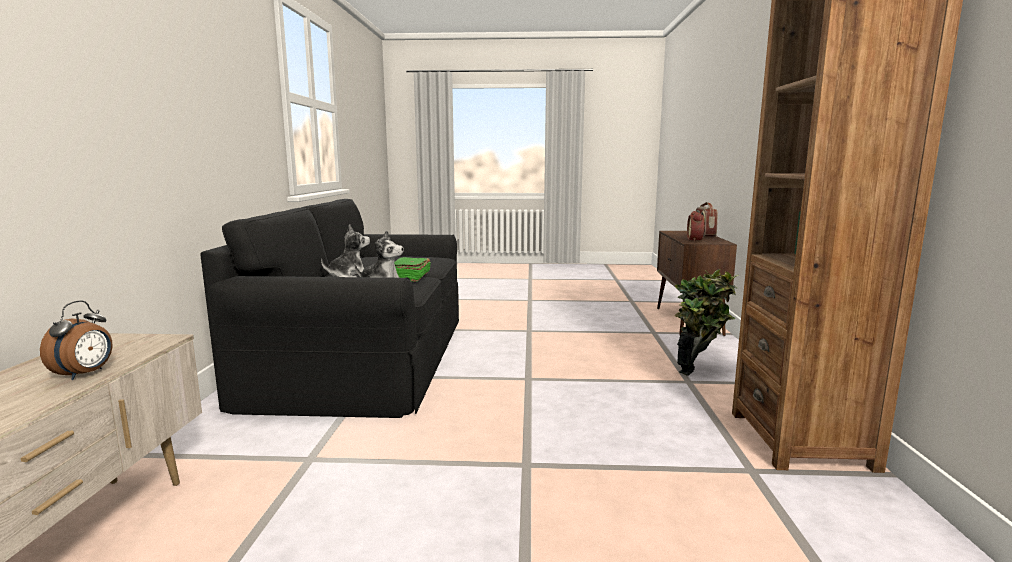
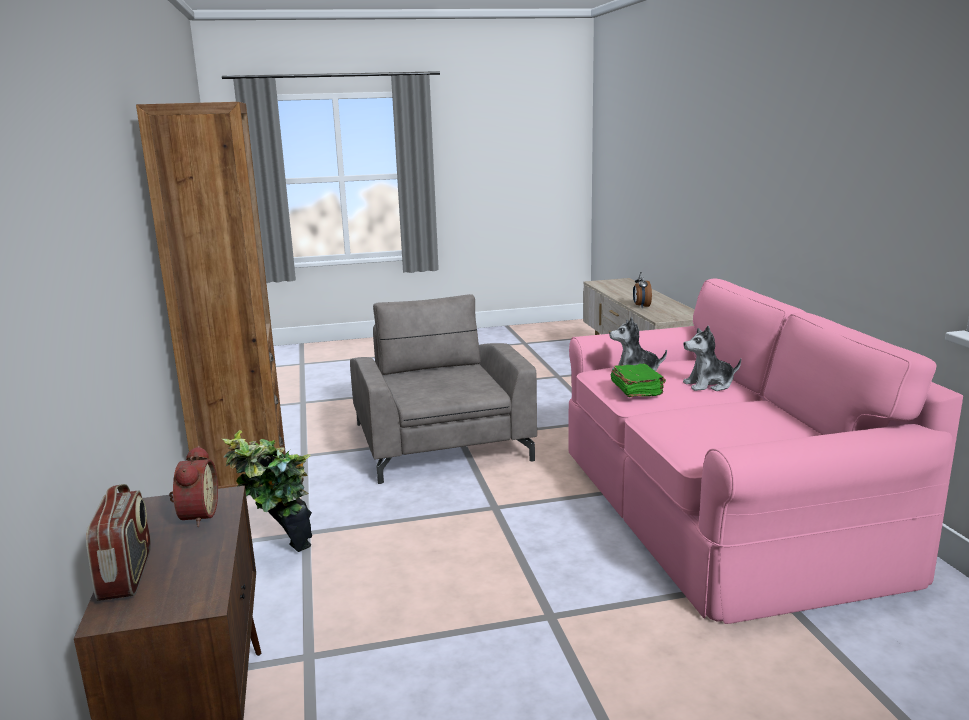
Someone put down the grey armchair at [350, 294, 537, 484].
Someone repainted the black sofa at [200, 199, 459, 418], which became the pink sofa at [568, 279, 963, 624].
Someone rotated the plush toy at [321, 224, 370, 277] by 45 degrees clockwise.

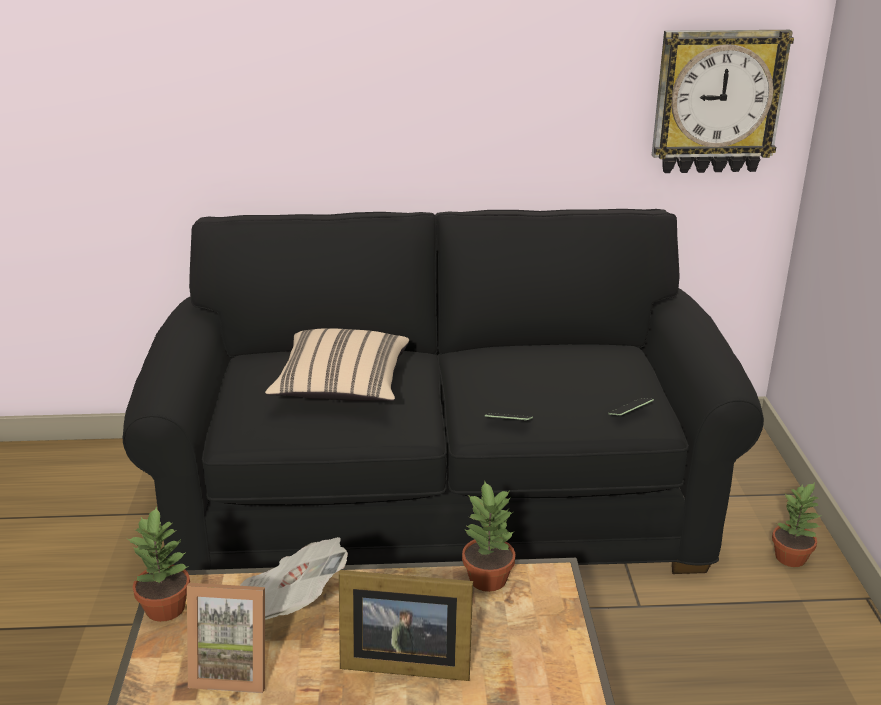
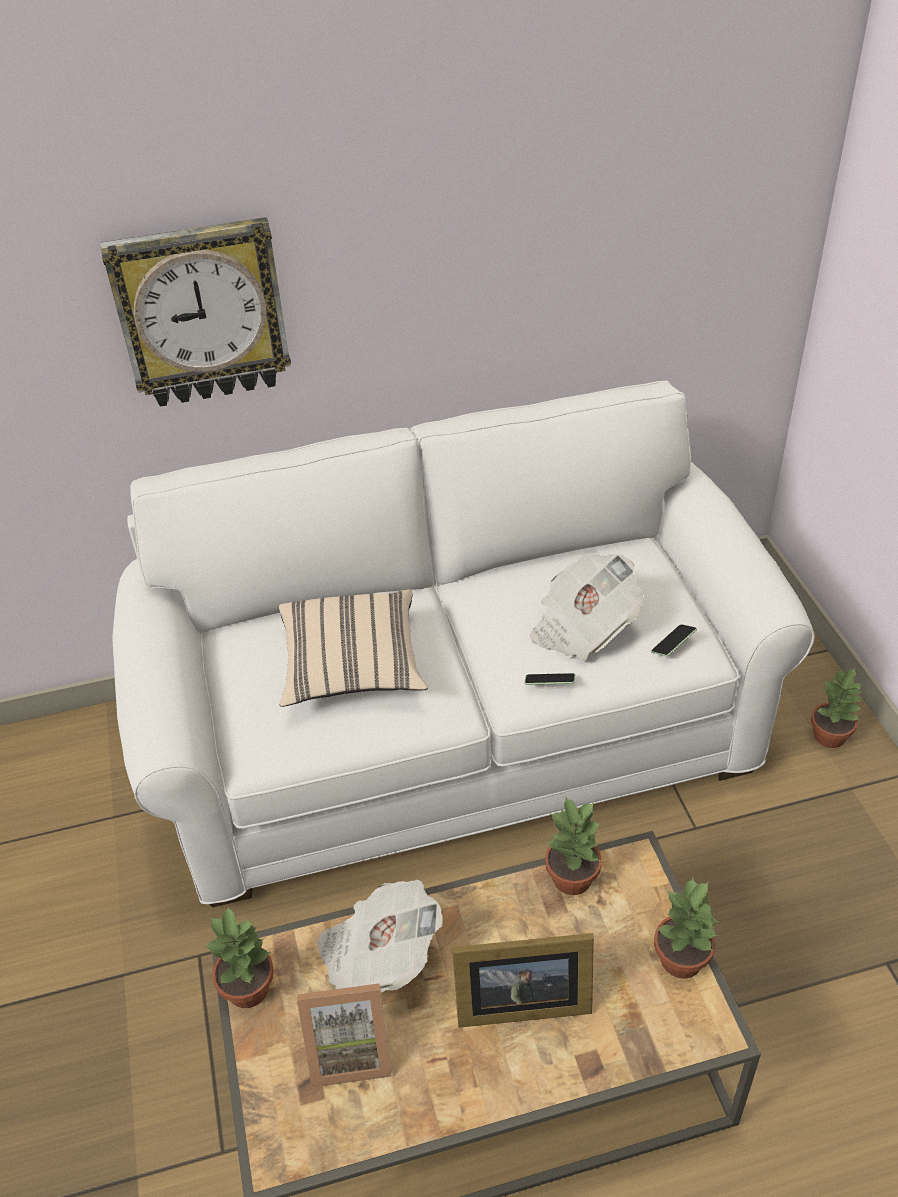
Someone carried the wall clock from [652, 30, 794, 173] to [100, 217, 291, 407].
Someone repainted the black sofa at [123, 209, 764, 574], which became the white sofa at [112, 381, 815, 907].
Someone put down the newspaper at [530, 553, 643, 661].
Someone put down the potted plant at [654, 877, 719, 979].

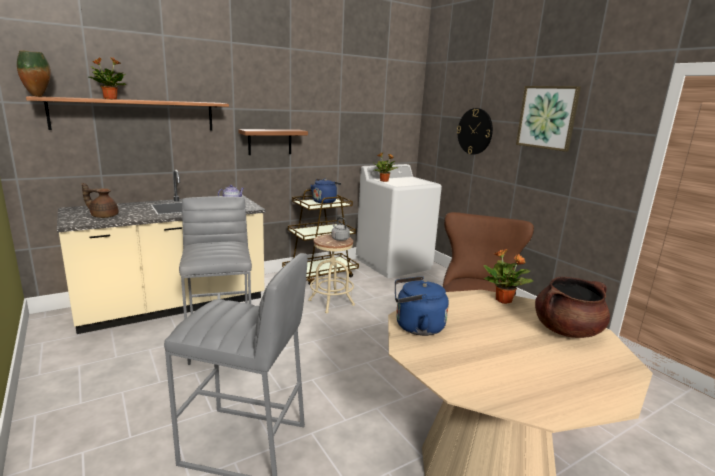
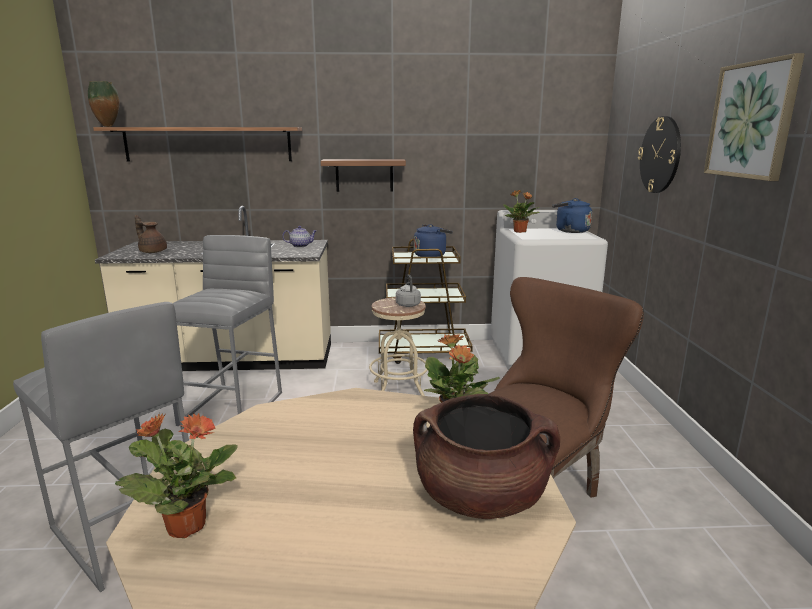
Someone carried the potted plant from [89, 57, 126, 99] to [115, 413, 238, 538].
Someone carried the blue kettle from [395, 276, 449, 336] to [552, 198, 592, 233].

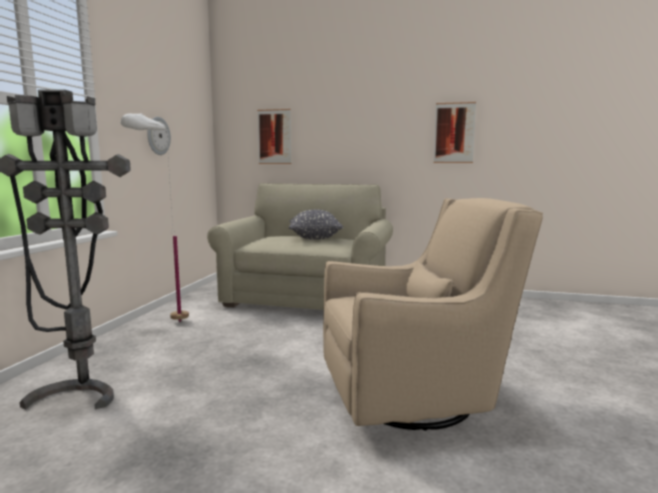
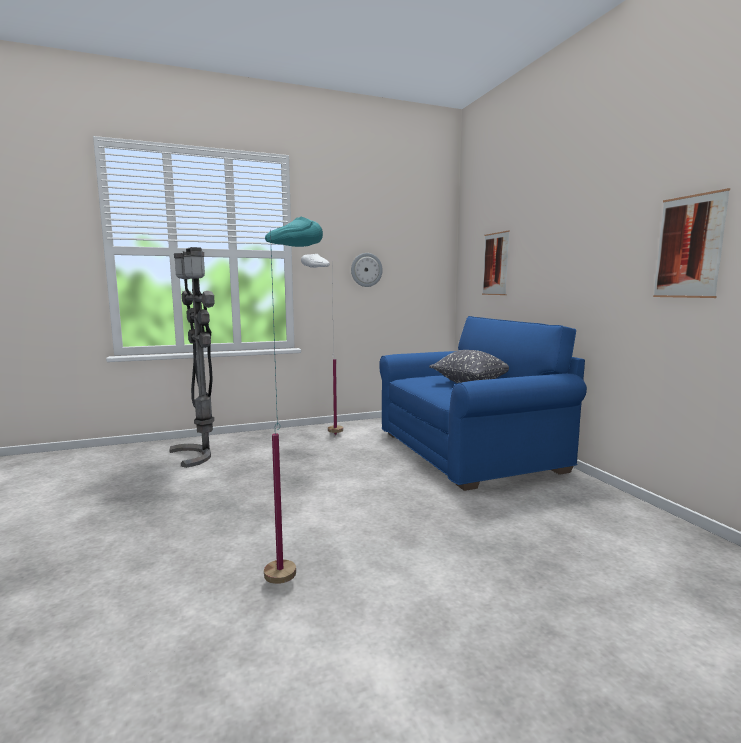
Someone swapped the beige armchair at [323, 198, 543, 431] for the turquoise floor lamp at [264, 217, 323, 584].
Someone repainted the beige sofa at [207, 183, 393, 310], which became the blue sofa at [379, 316, 587, 491].

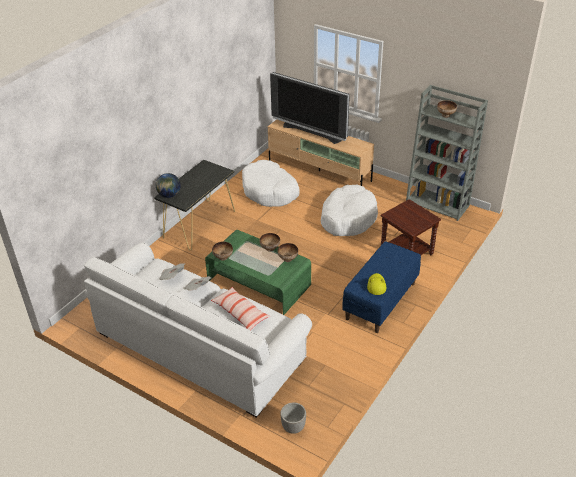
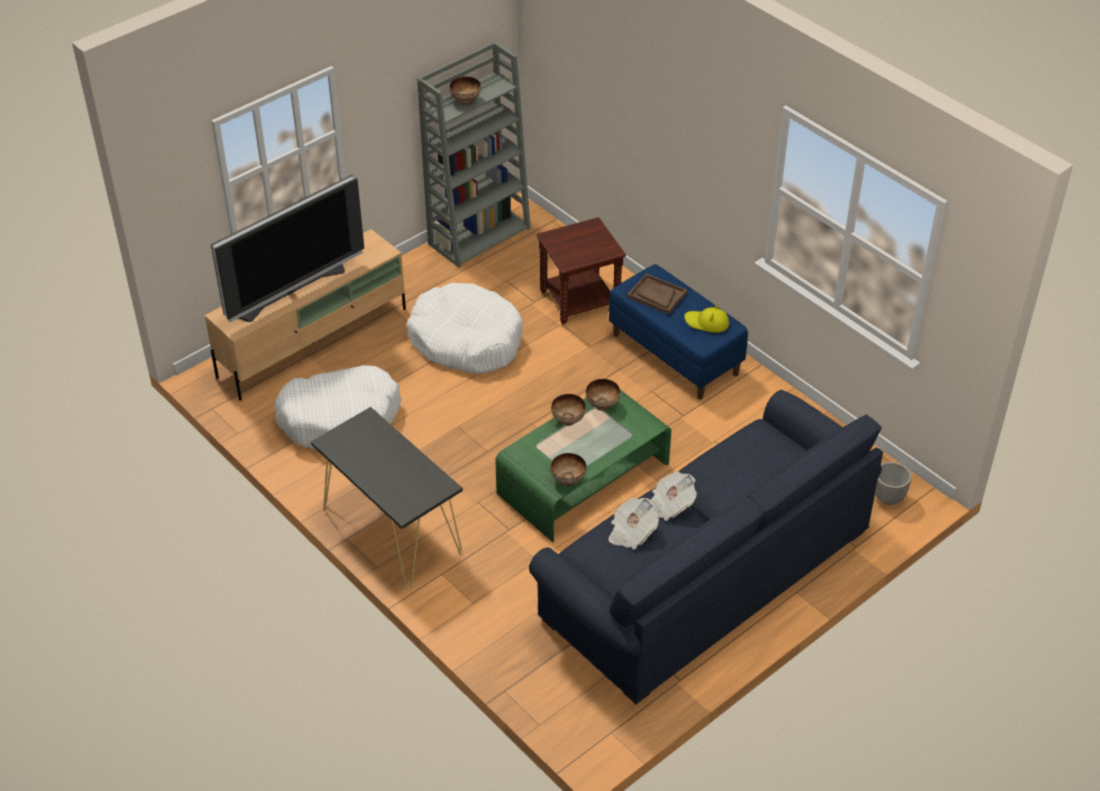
Someone repainted the white sofa at [84, 242, 312, 418], which became the blue sofa at [529, 390, 883, 704].
Someone put down the brown tray at [627, 274, 687, 314].
Someone took away the globe at [156, 173, 181, 198].
Someone took away the pillow at [211, 287, 270, 330].

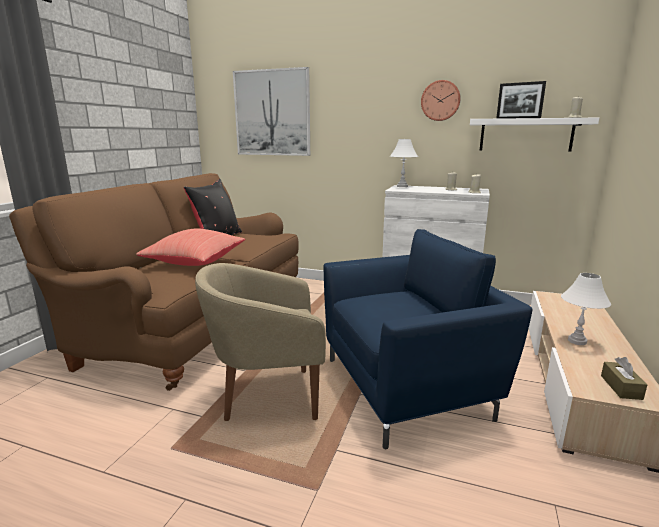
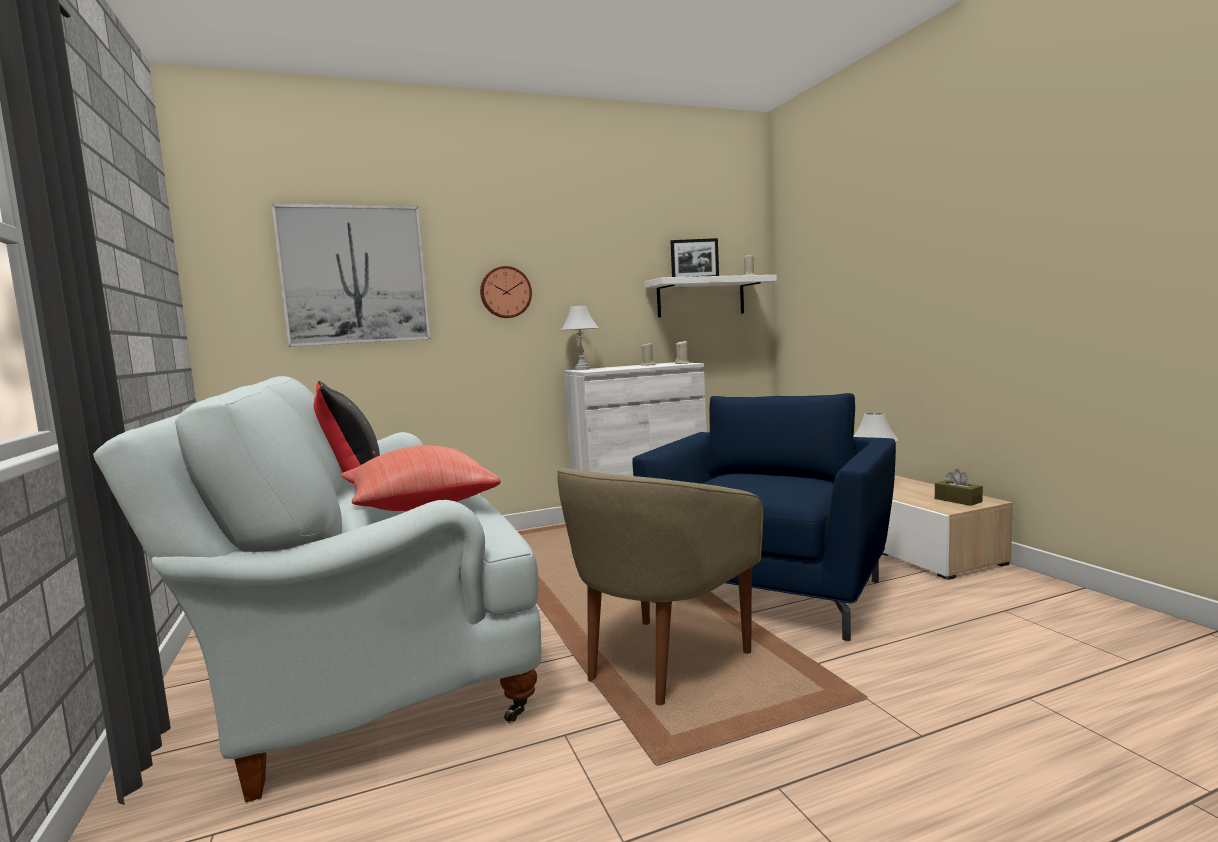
Someone repainted the brown sofa at [9, 173, 299, 391], which became the white sofa at [93, 376, 541, 802].
Someone carried the wall clock from [421, 80, 461, 121] to [480, 266, 532, 318].

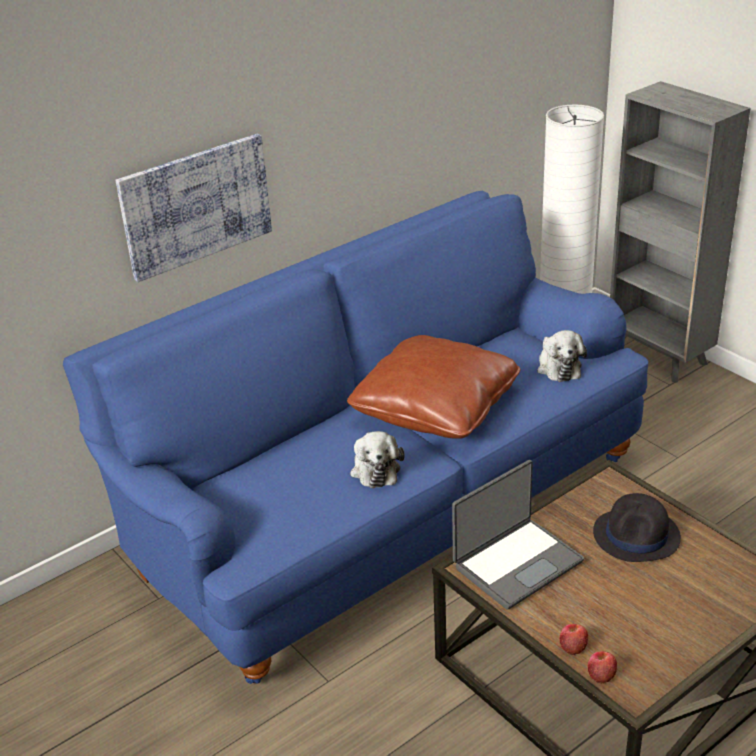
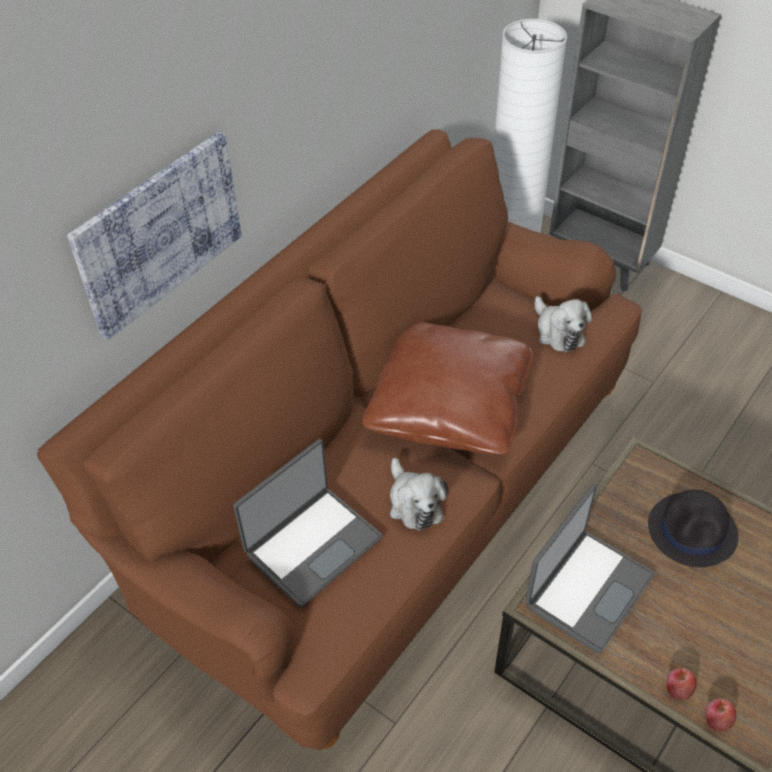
Someone repainted the blue sofa at [63, 191, 648, 684], which became the brown sofa at [37, 129, 642, 750].
Someone put down the laptop at [233, 439, 383, 607].

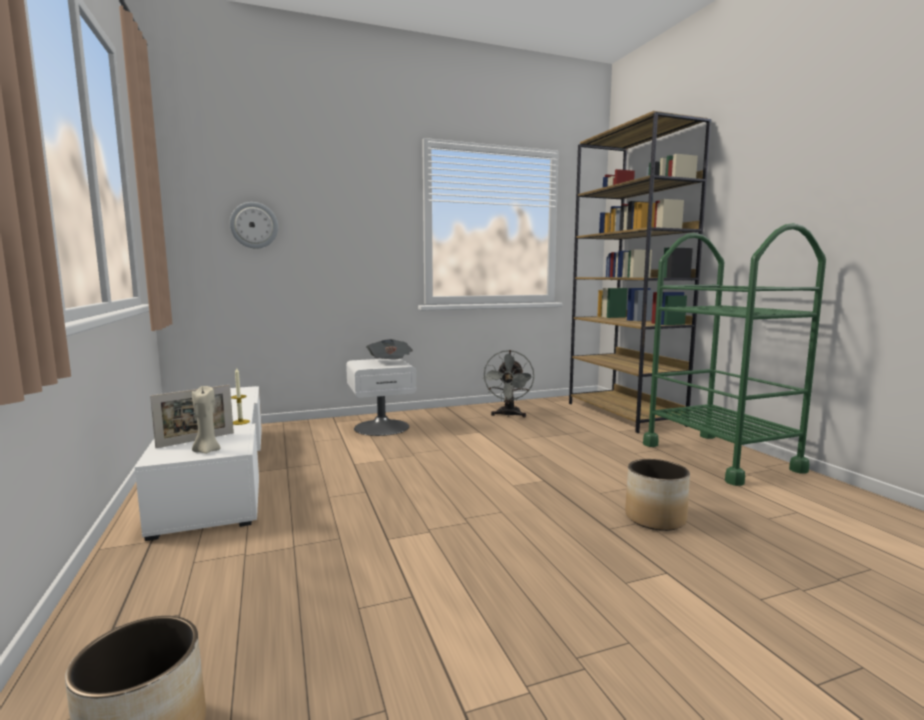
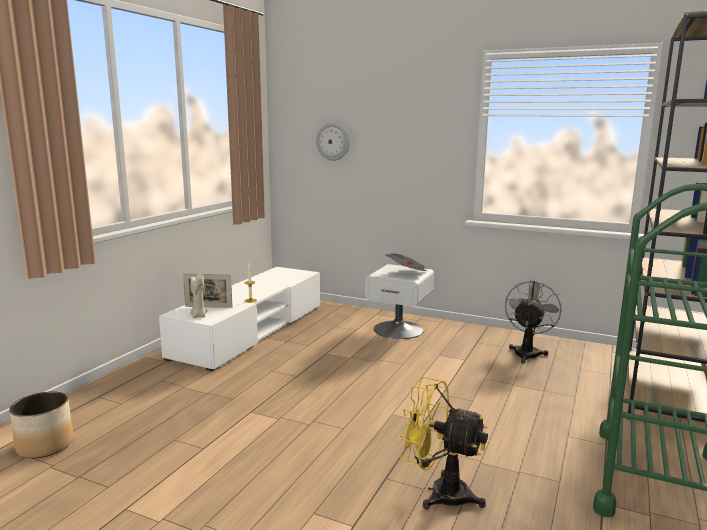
Someone swapped the planter at [625, 459, 690, 531] for the yellow fan at [399, 377, 488, 510].
Someone rotated the grey fan at [483, 350, 534, 418] by 150 degrees clockwise.

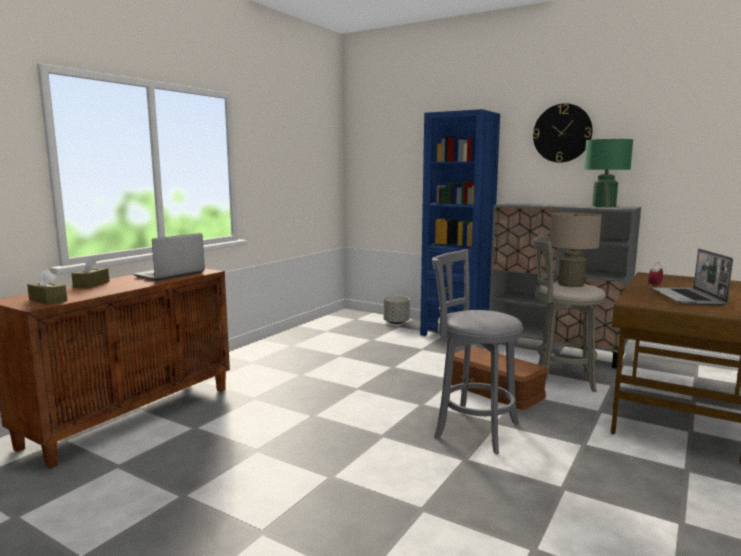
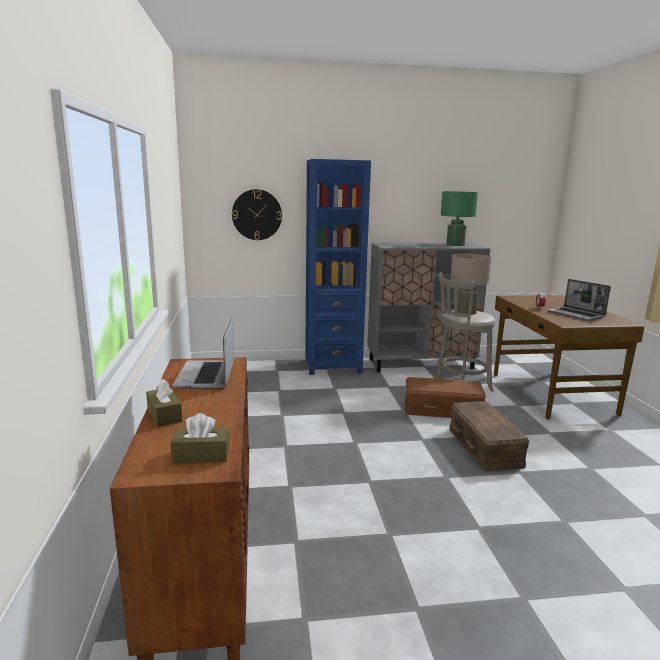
Someone carried the wall clock from [533, 103, 593, 163] to [232, 189, 282, 240].
Someone swapped the grey stool at [432, 249, 523, 454] for the brown storage box at [449, 401, 530, 471].
Someone took away the grey planter at [383, 296, 410, 324].

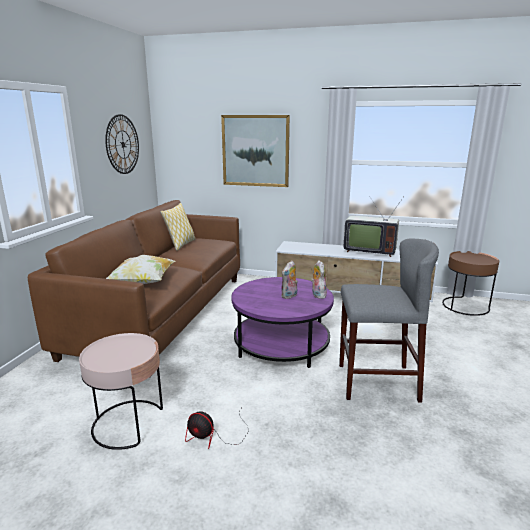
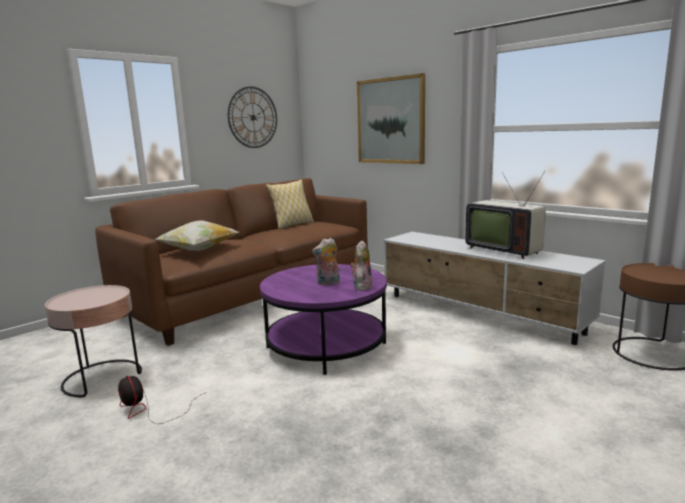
Someone took away the grey stool at [339, 238, 439, 403].

